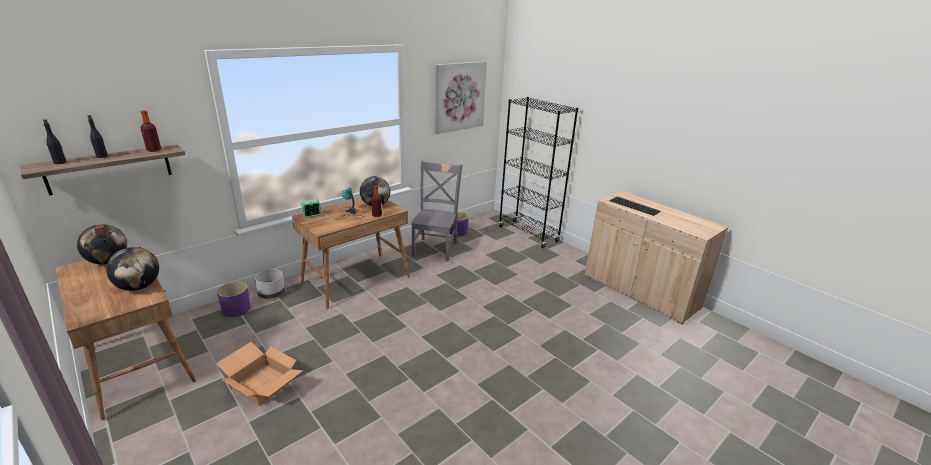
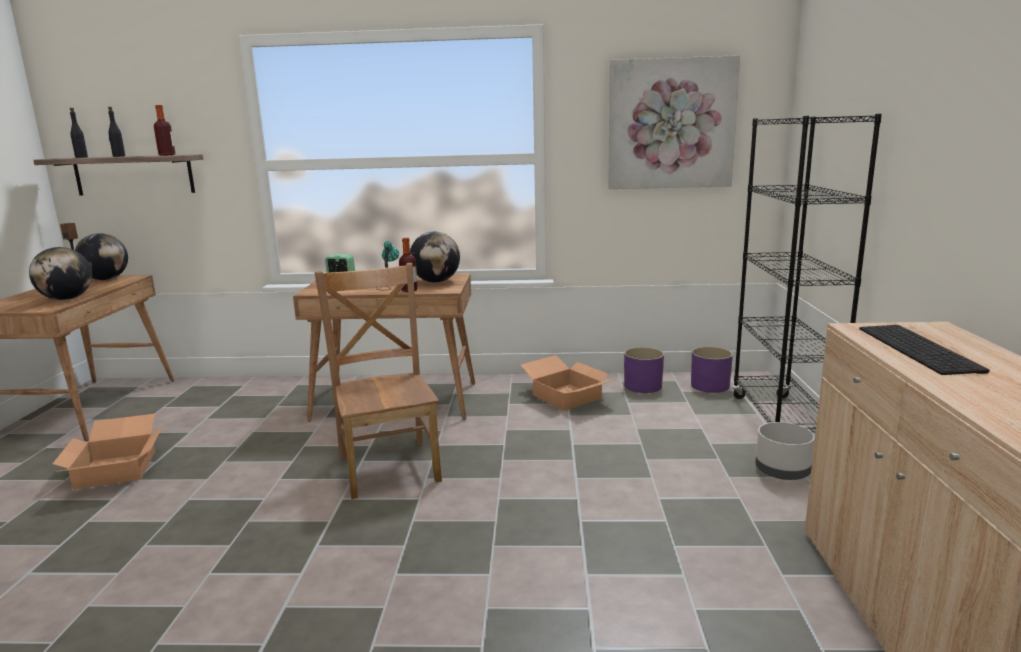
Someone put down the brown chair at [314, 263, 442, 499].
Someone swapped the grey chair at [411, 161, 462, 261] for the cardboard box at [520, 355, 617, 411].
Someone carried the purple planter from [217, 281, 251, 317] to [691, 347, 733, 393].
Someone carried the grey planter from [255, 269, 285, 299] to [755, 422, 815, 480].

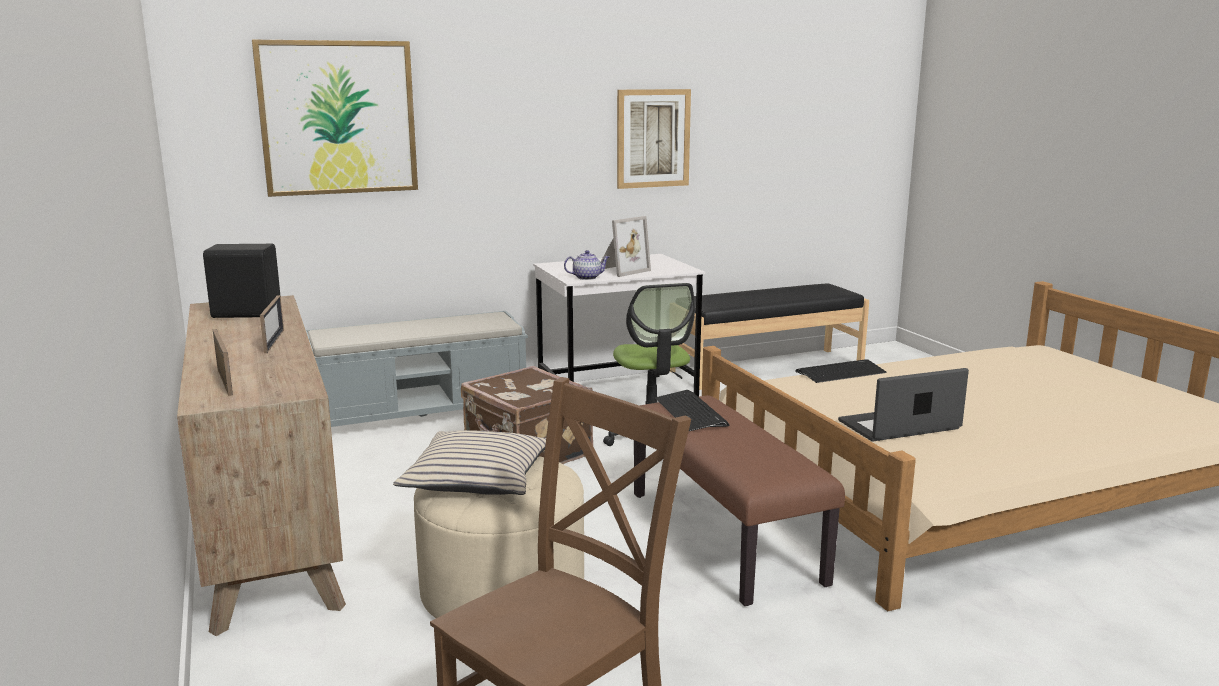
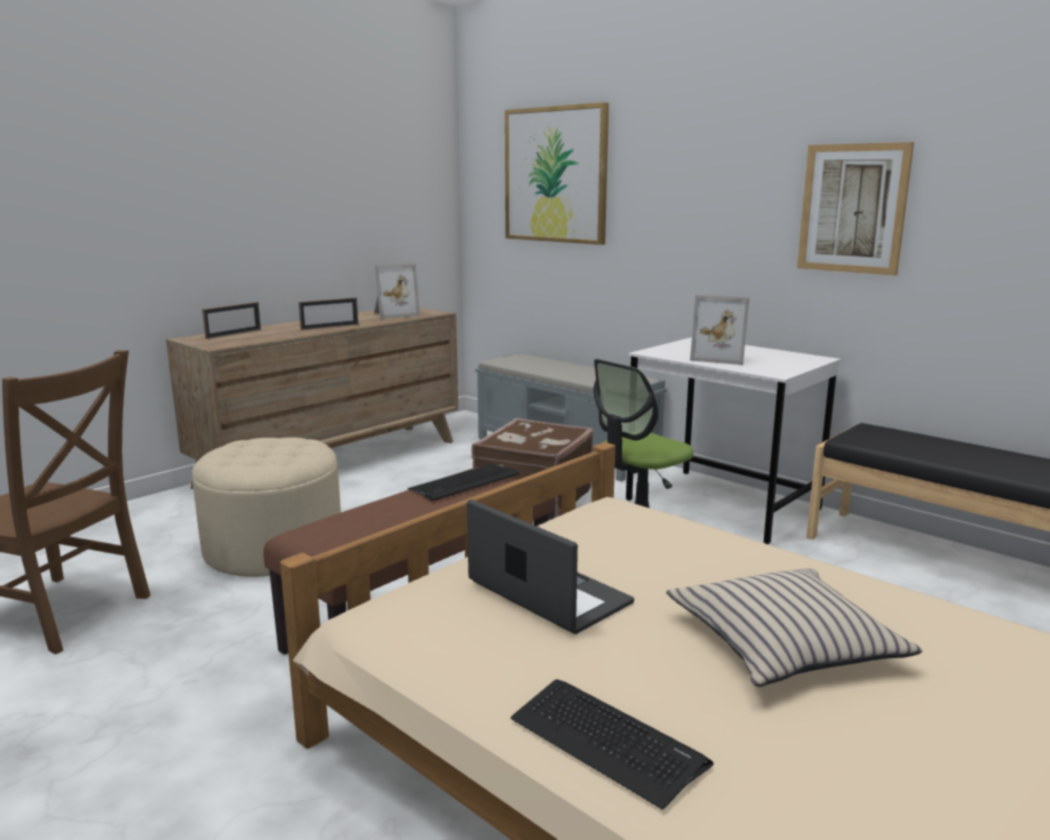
Someone swapped the black speaker at [203, 244, 280, 318] for the picture frame at [374, 263, 420, 319].
Someone carried the keyboard from [795, 359, 886, 383] to [511, 679, 714, 810].
Someone carried the beige pillow from [393, 430, 546, 495] to [666, 568, 922, 687].
Someone took away the teapot at [564, 250, 609, 280].

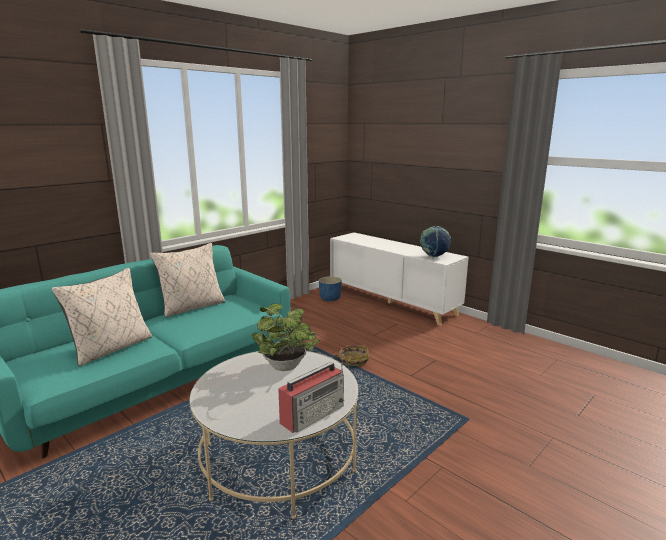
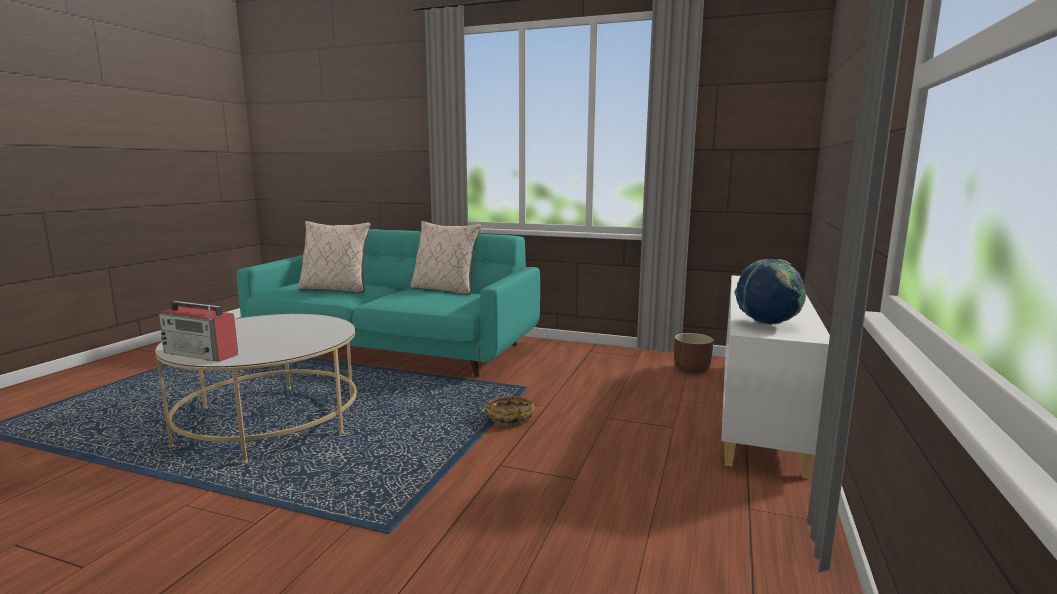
Someone repainted the blue planter at [319, 276, 342, 301], which became the brown planter at [674, 333, 714, 374].
Someone took away the potted plant at [252, 303, 320, 371].

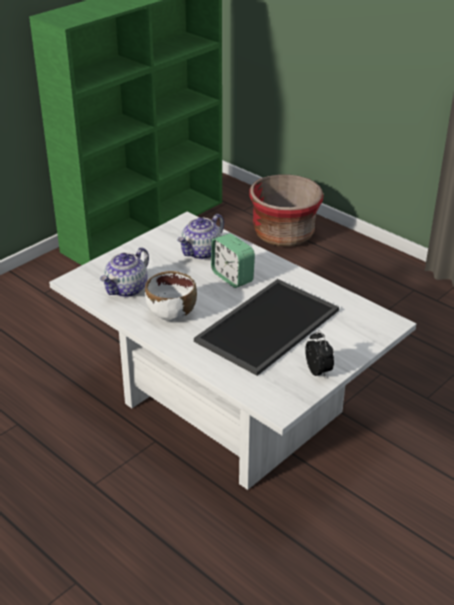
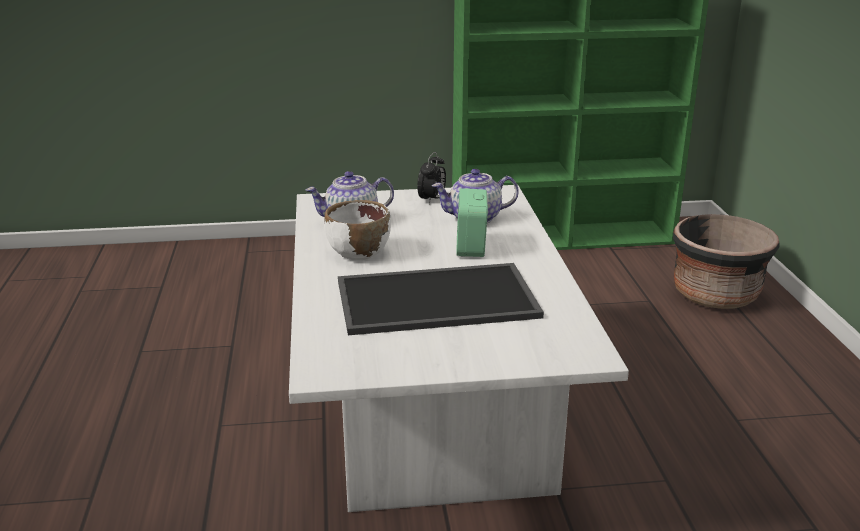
Someone carried the alarm clock from [305, 330, 334, 378] to [417, 152, 446, 204].
Someone repainted the red planter at [249, 174, 324, 246], which became the black planter at [673, 214, 780, 309].

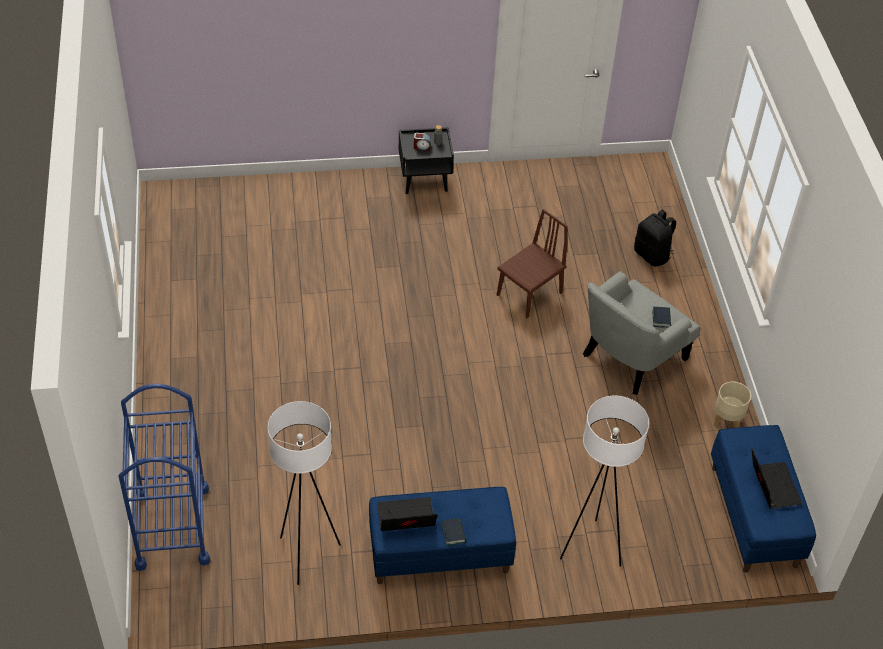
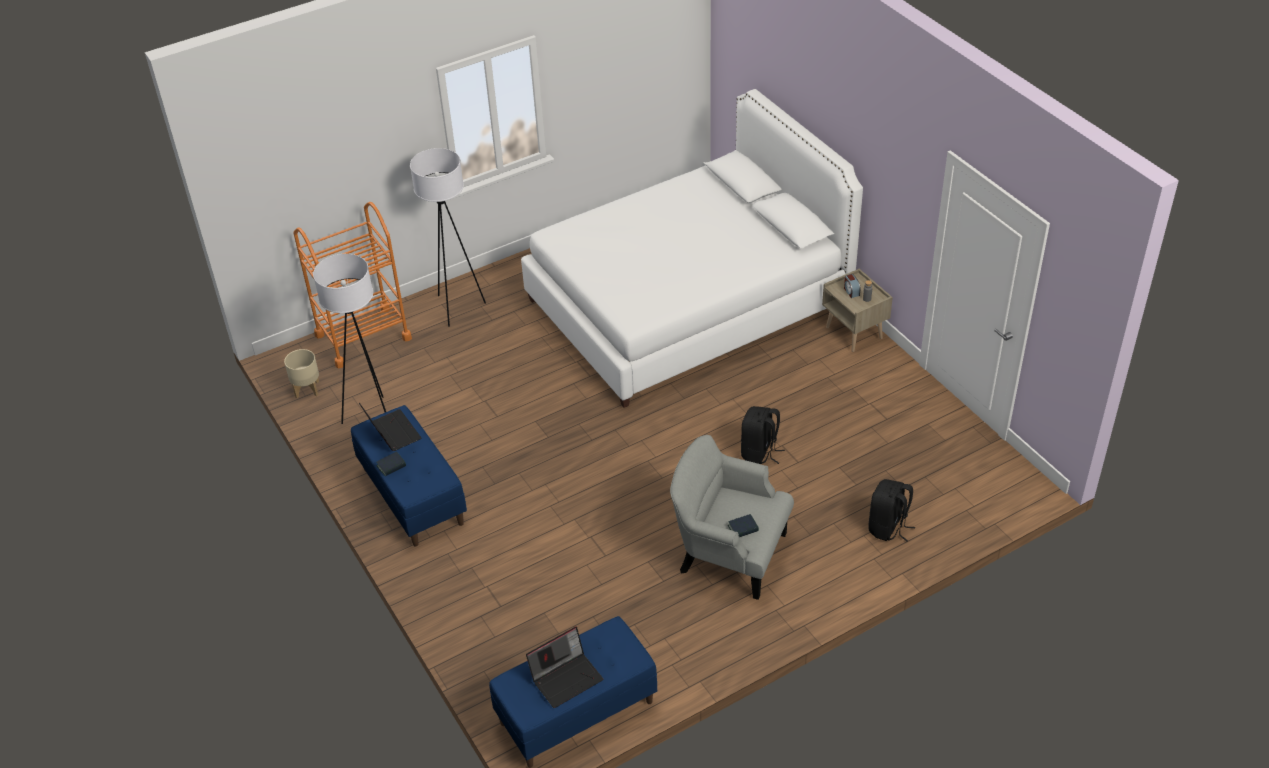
Someone carried the beige planter from [714, 381, 751, 428] to [284, 349, 319, 398].
Someone repainted the blue cart at [119, 384, 210, 571], which became the orange cart at [294, 202, 412, 368].
Someone carried the white floor lamp from [560, 396, 649, 567] to [410, 148, 486, 327].
Someone put down the white bed at [521, 89, 863, 408].
Someone swapped the brown chair at [496, 209, 568, 318] for the black backpack at [741, 406, 785, 464].
Someone repainted the black nightstand at [399, 127, 454, 194], which became the beige nightstand at [822, 269, 893, 352].

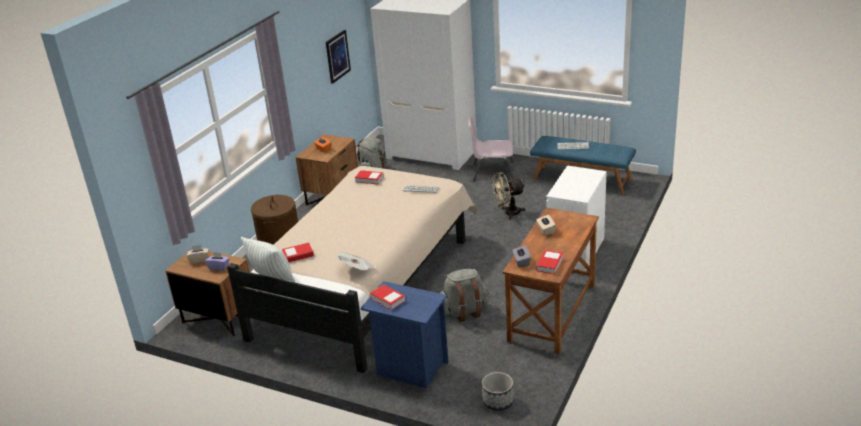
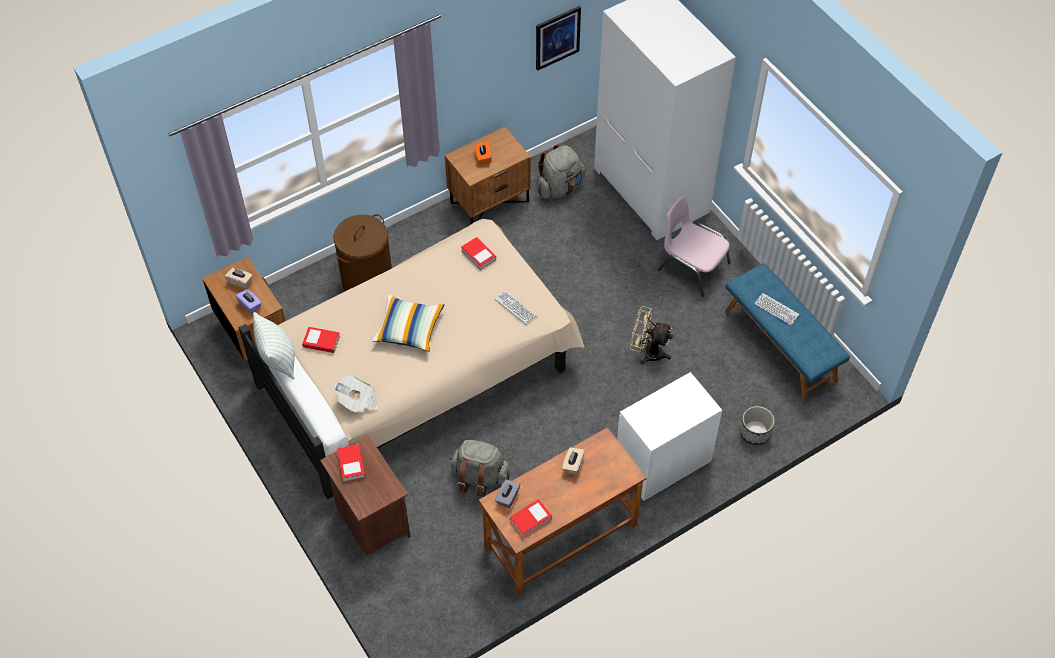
Someone repainted the blue nightstand at [361, 281, 449, 388], which became the brown nightstand at [320, 435, 411, 556].
Someone put down the pillow at [372, 295, 445, 352].
Someone carried the planter from [482, 372, 514, 411] to [740, 406, 774, 445].

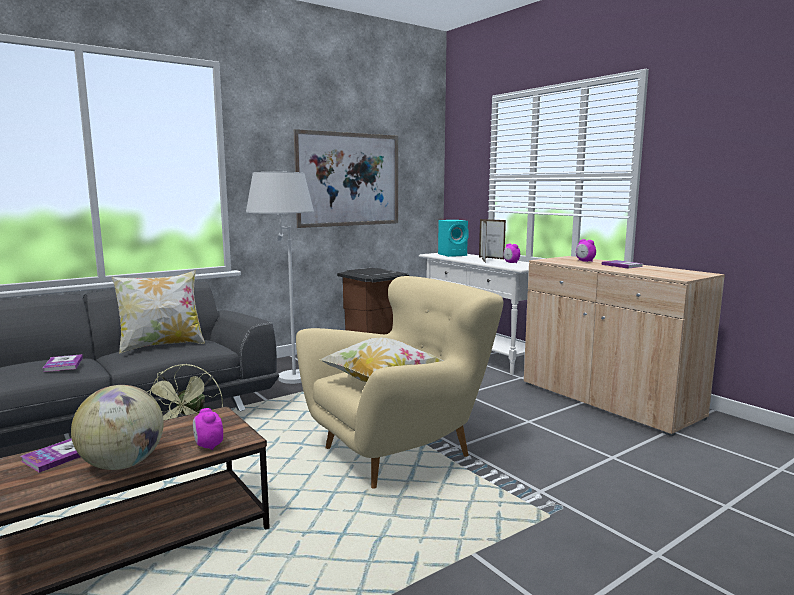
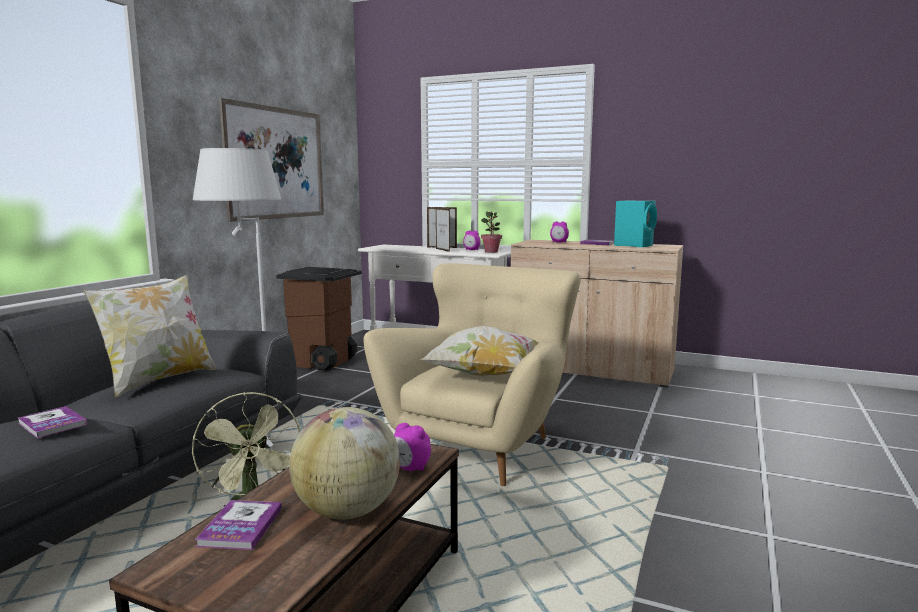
Someone put down the potted plant at [481, 211, 502, 253].
Someone carried the turquoise speaker from [438, 220, 469, 257] to [614, 201, 657, 247].

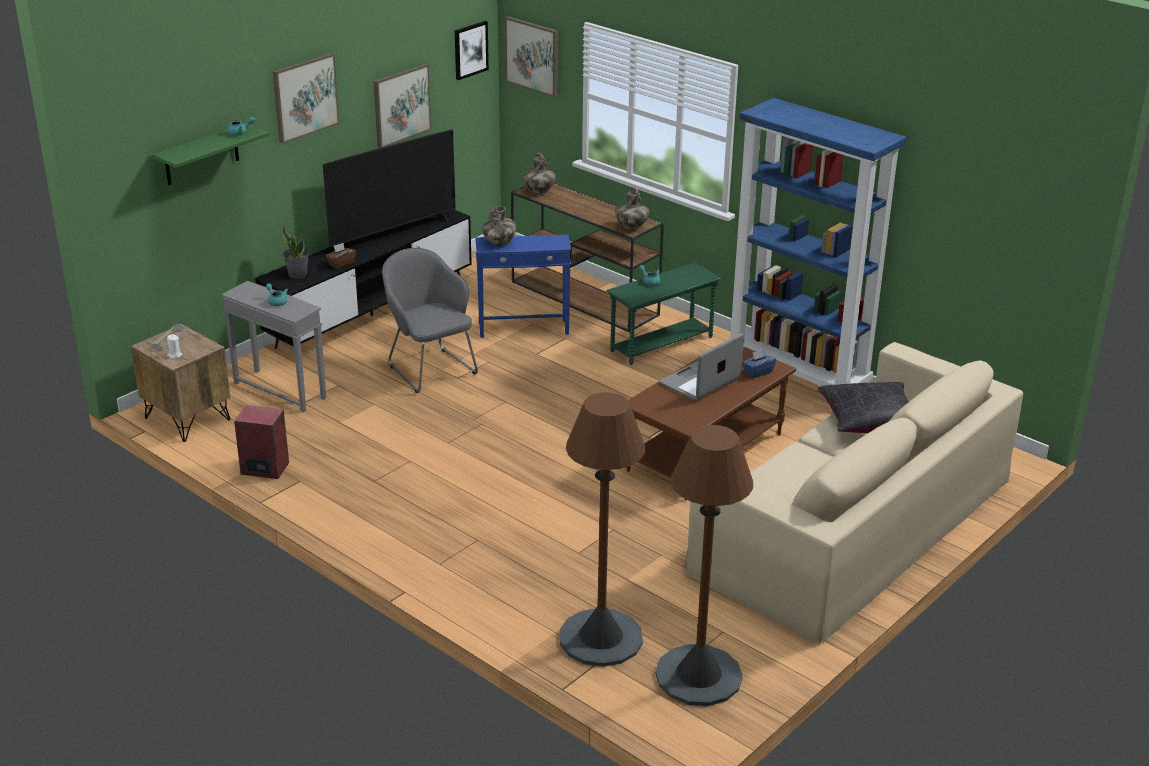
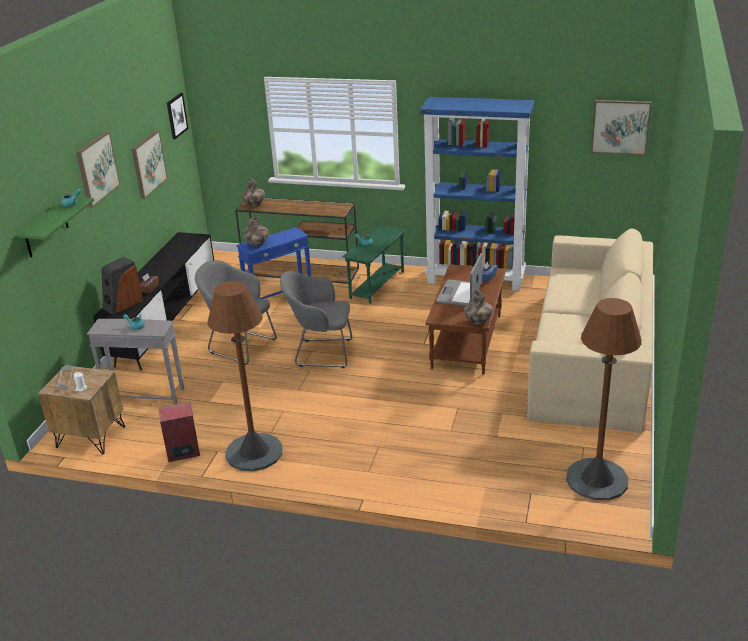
Someone swapped the potted plant at [282, 224, 309, 278] for the speaker at [101, 257, 143, 315].
Someone carried the brown floor lamp from [560, 392, 646, 667] to [207, 281, 283, 471].
Someone put down the grey armchair at [280, 271, 352, 368].
Someone carried the vase from [615, 187, 650, 230] to [464, 290, 493, 325].
Someone carried the picture from [505, 16, 558, 97] to [591, 100, 652, 155].
Someone took away the television at [323, 129, 456, 248].
Someone took away the black pillow at [818, 382, 909, 433].

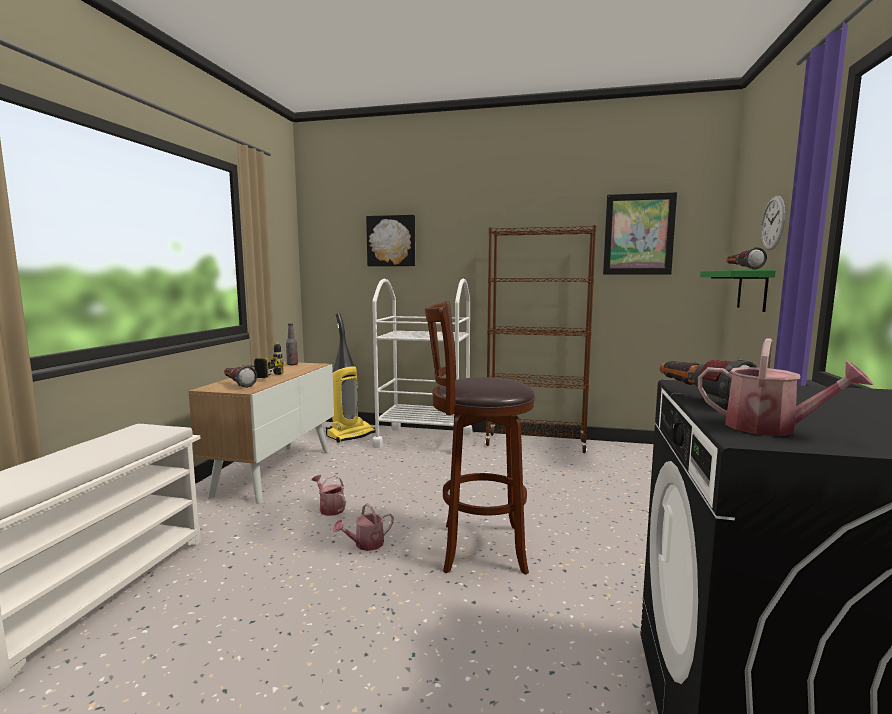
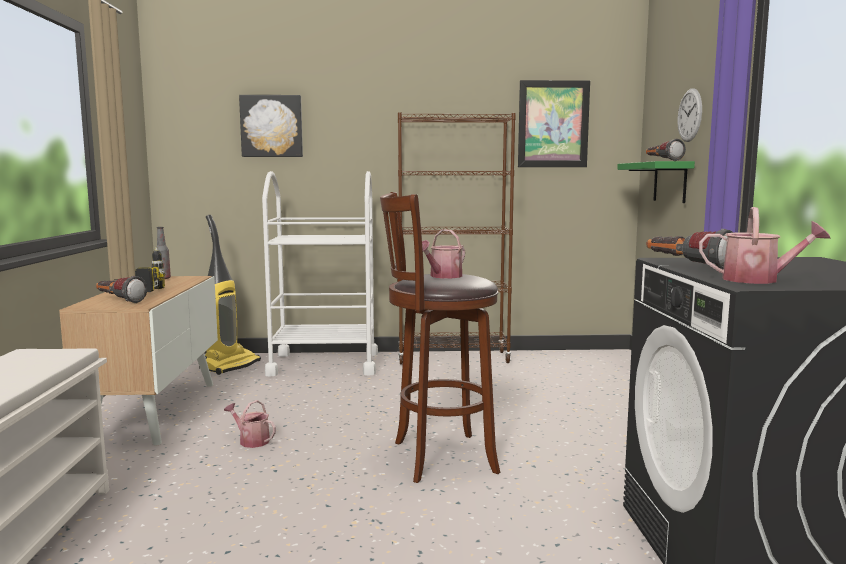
Someone carried the watering can from [333, 503, 394, 551] to [422, 229, 465, 279].

